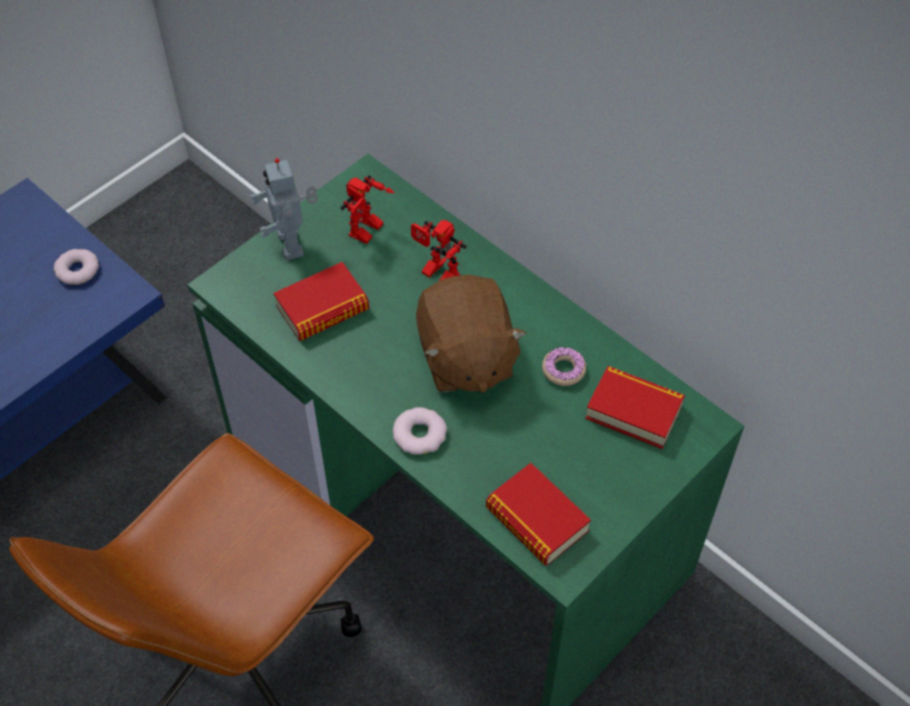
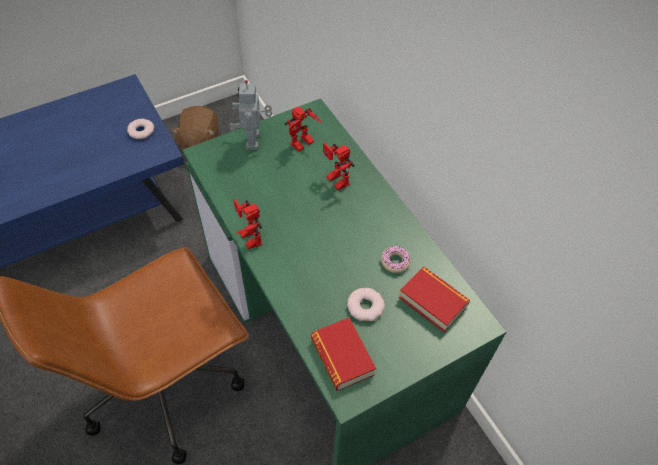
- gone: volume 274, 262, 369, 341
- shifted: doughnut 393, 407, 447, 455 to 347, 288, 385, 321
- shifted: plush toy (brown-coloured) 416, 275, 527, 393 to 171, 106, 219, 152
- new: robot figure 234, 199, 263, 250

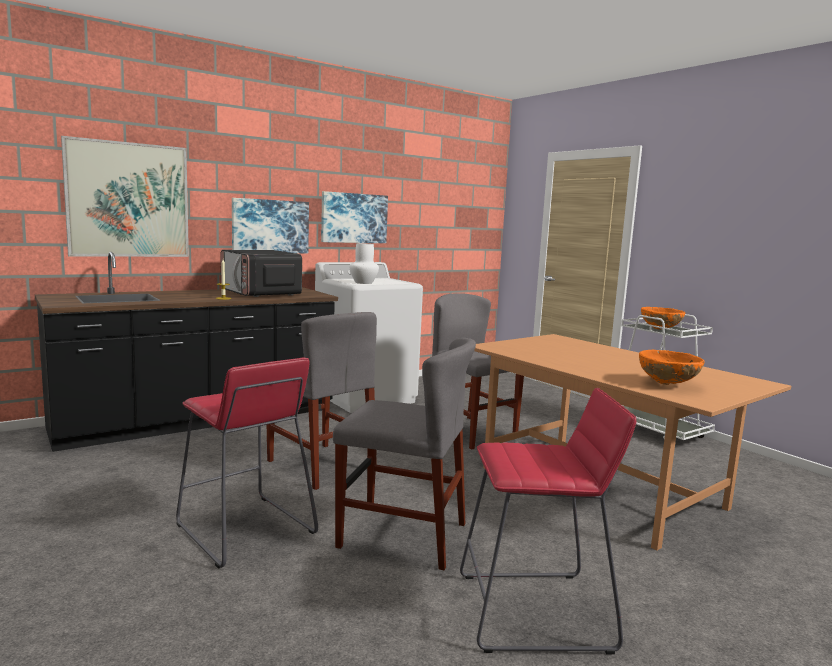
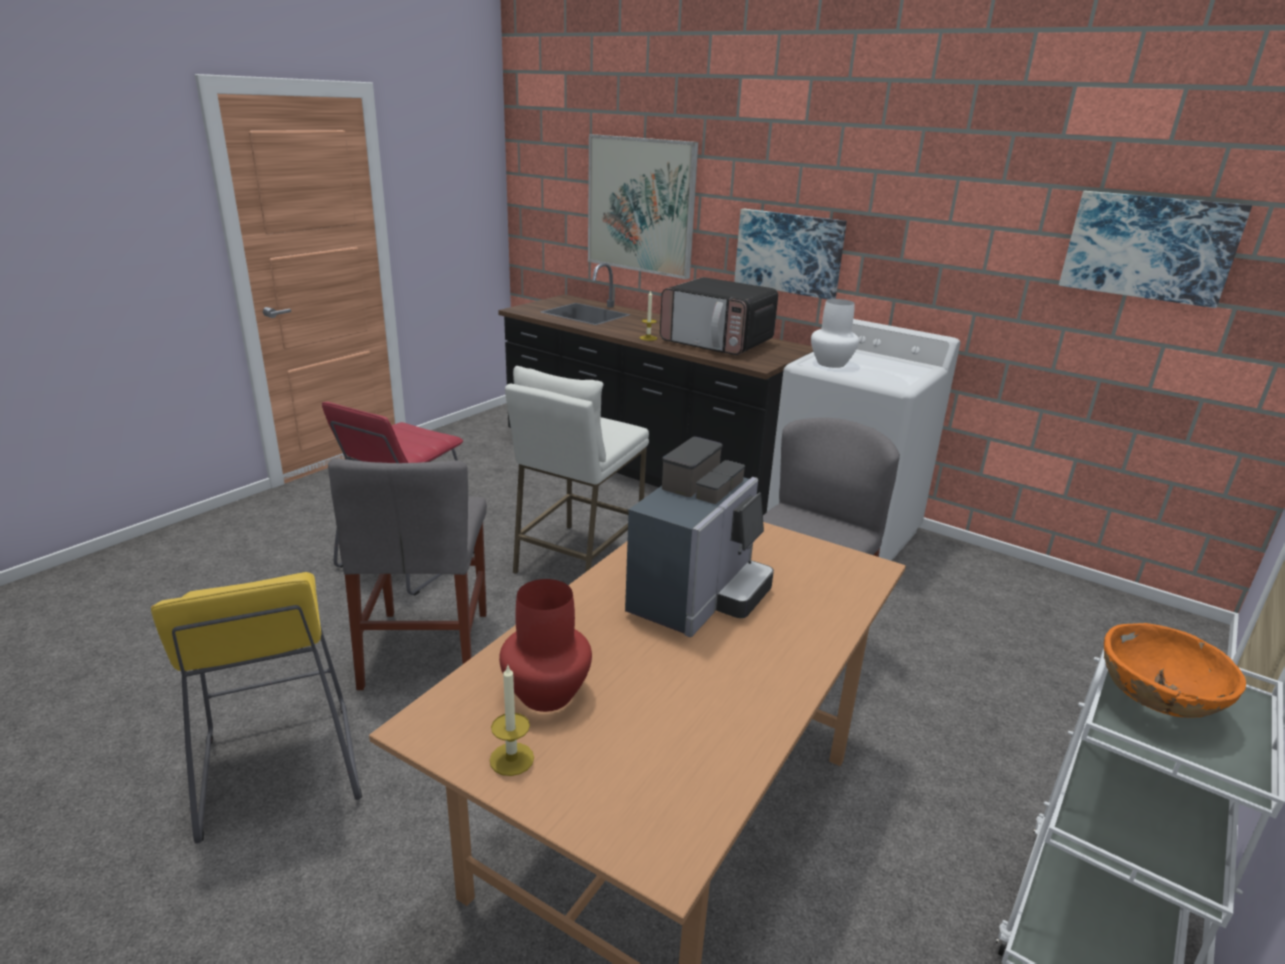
- rotated: microwave oven 220, 250, 302, 297 = 660, 277, 778, 355 90 degrees counterclockwise
- swapped: chair (grey) 267, 312, 377, 490 to stool seat (white-coloured) 505, 366, 649, 574
- shifted: picture 321, 191, 388, 243 to 1059, 191, 1252, 308
- repainted: stool seat (red-coloured) 460, 388, 636, 654 to stool seat (yellow) 151, 572, 362, 843
- swapped: deep dish (orange) 639, 350, 705, 385 to decorative vase (red-coloured) 499, 579, 592, 712
- new: wax candle 490, 666, 534, 776
- new: coffee brewer 625, 437, 774, 637

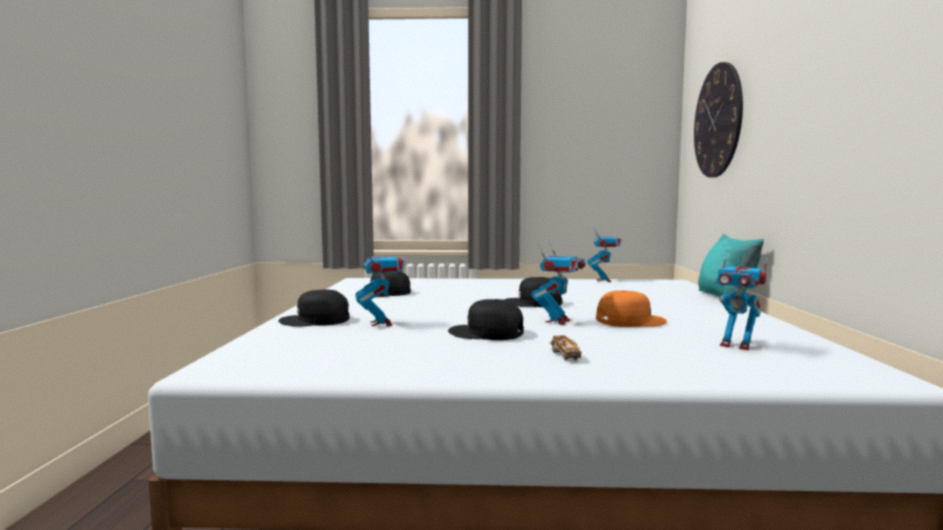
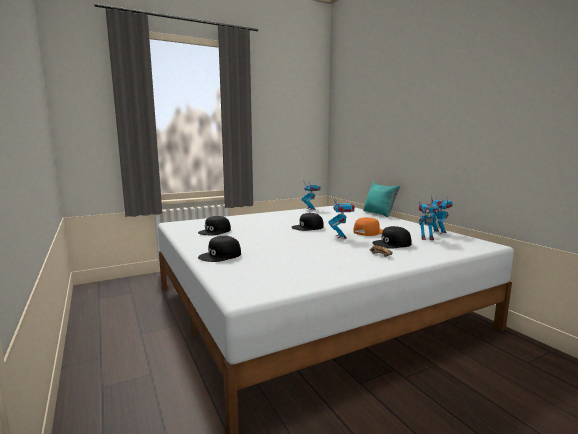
- shifted: robot figure 355, 243, 405, 326 to 431, 196, 453, 234
- shifted: baseball cap (black) 448, 299, 524, 340 to 372, 226, 411, 248
- gone: wall clock 694, 62, 743, 178

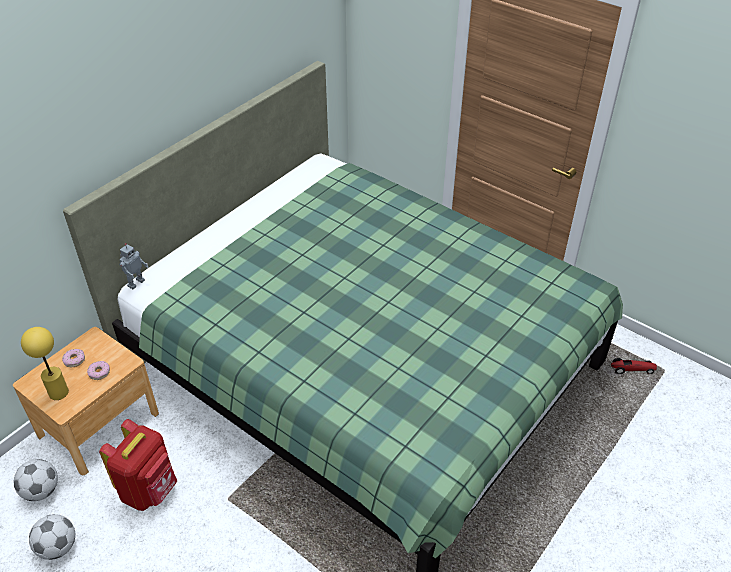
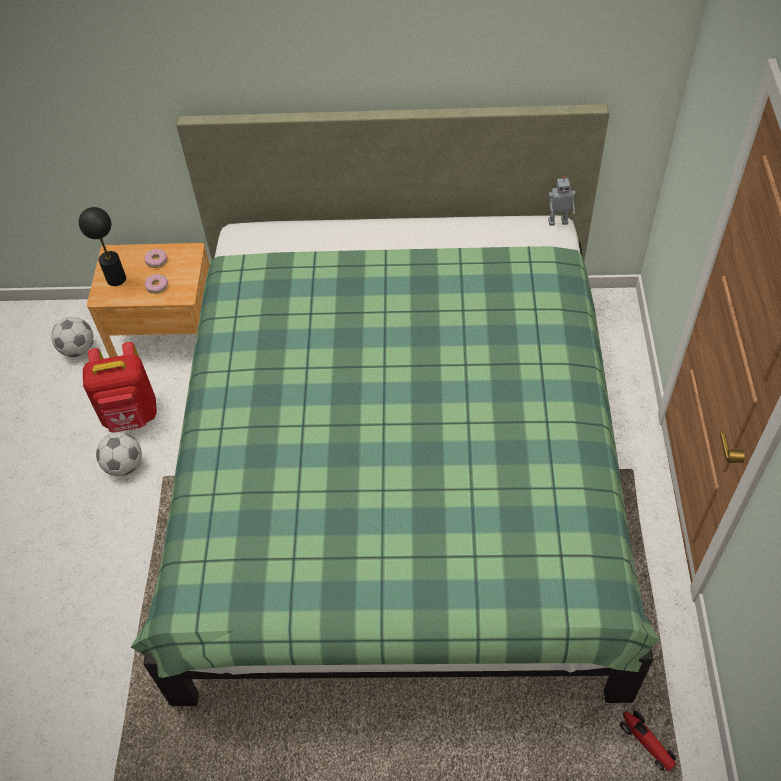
- repainted: table lamp (yellow) 21, 327, 69, 400 to table lamp (black) 79, 207, 126, 286
- shifted: football 29, 514, 75, 560 to 96, 432, 142, 476
- shifted: robot figure 119, 243, 148, 289 to 548, 176, 576, 226

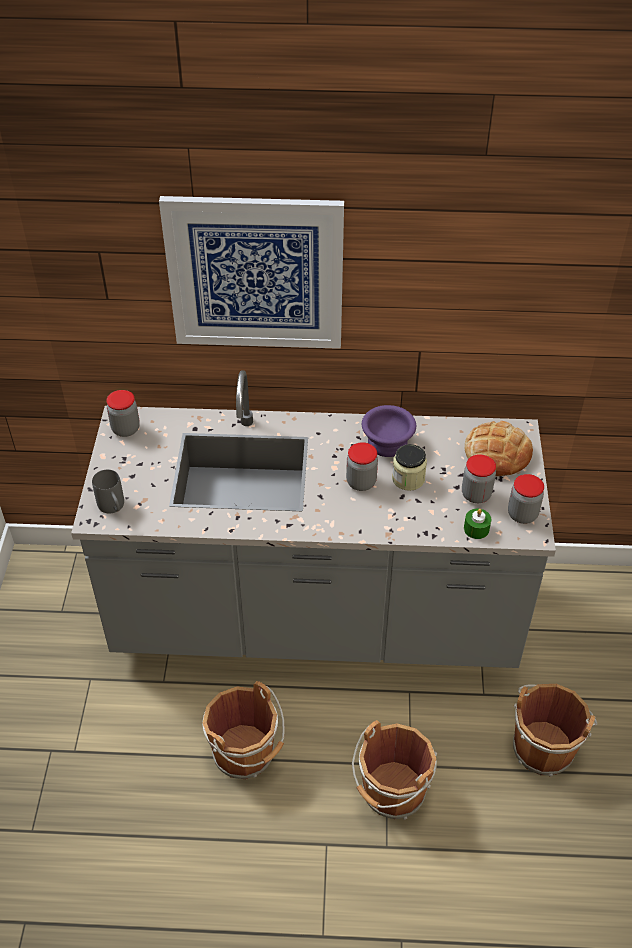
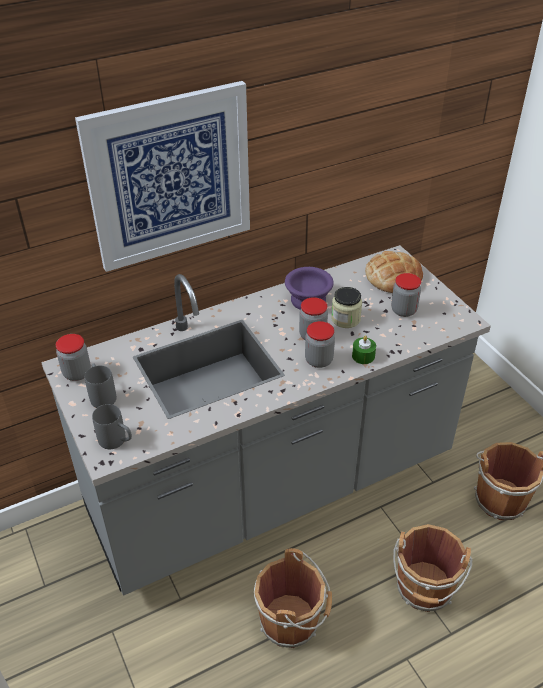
- shifted: wax candle (green-coloured) 464, 509, 491, 539 to 352, 335, 376, 364
- shifted: storage jar 508, 474, 544, 524 to 305, 321, 335, 368
- new: coffee mug (grey) 85, 363, 116, 408

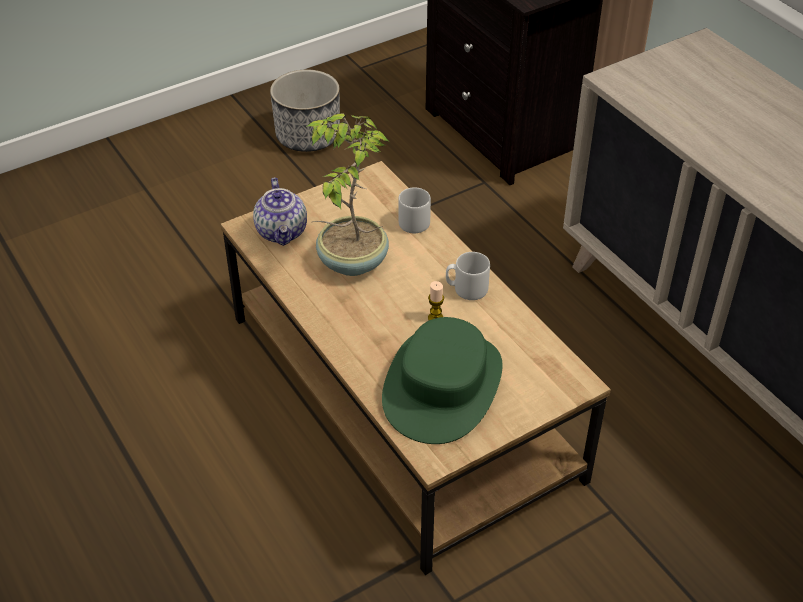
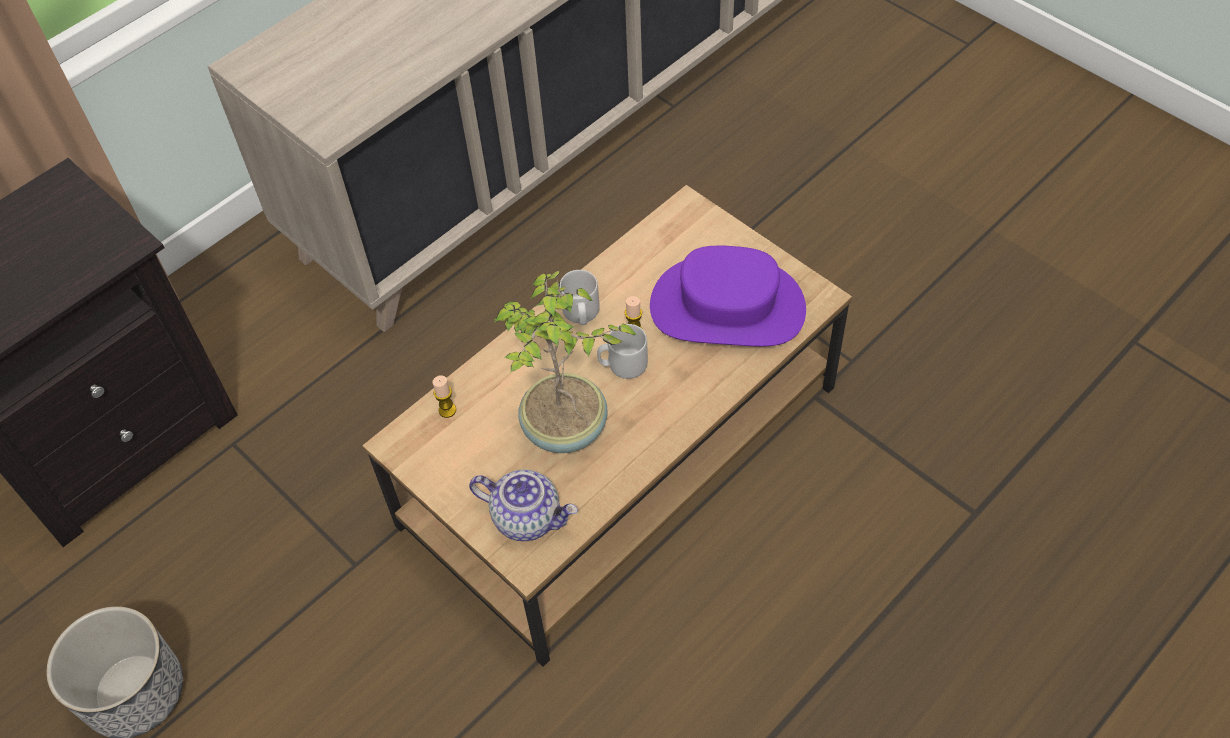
- rotated: tea pot 253, 177, 307, 246 = 469, 469, 578, 541 45 degrees clockwise
- repainted: clothing hat (green-coloured) 382, 317, 502, 444 to clothing hat (purple-coloured) 650, 245, 806, 346
- shifted: coffee mug (grey) 398, 188, 431, 233 to 597, 324, 648, 379
- new: wax candle 432, 375, 456, 418

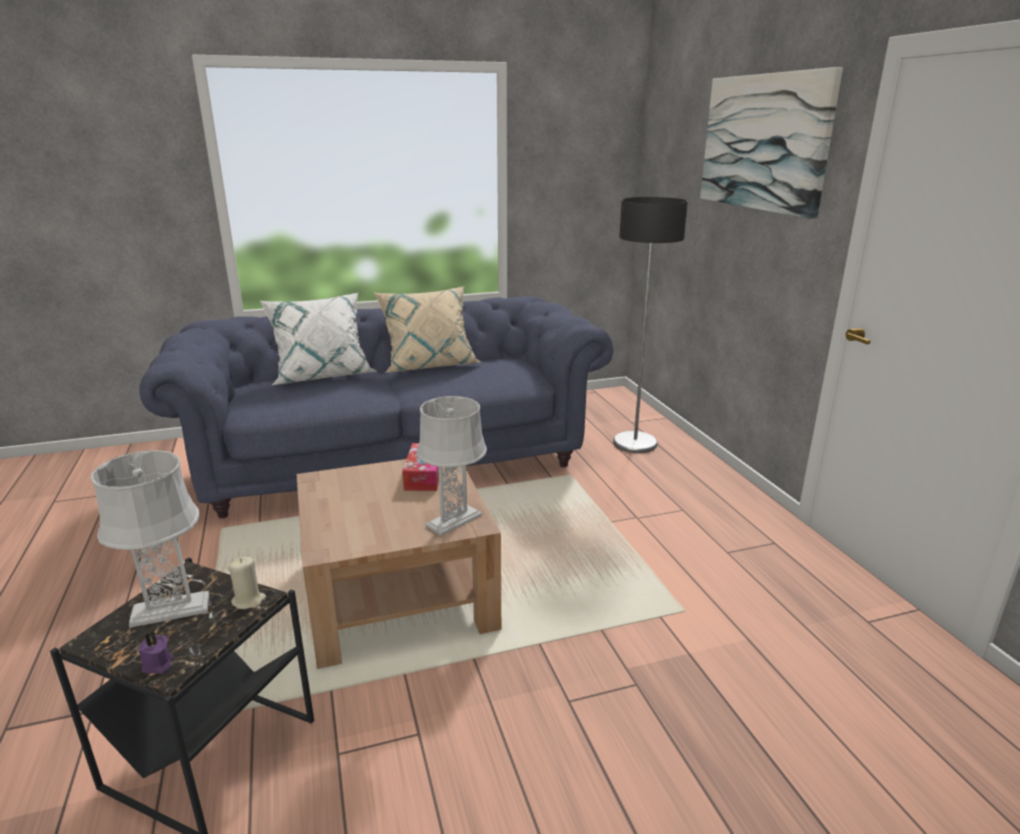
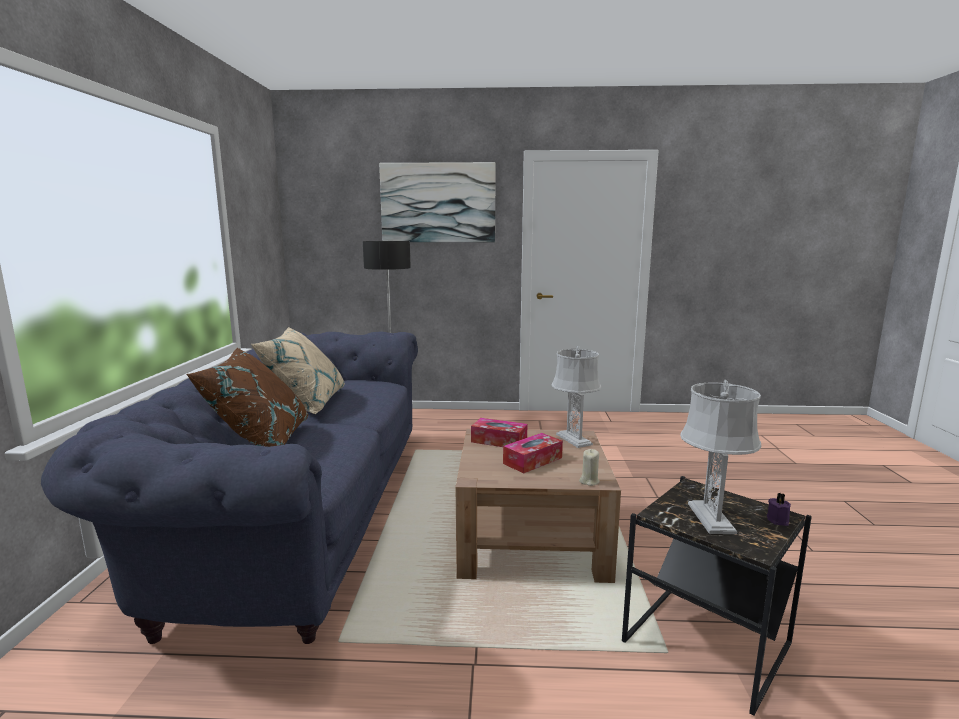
- shifted: wax candle (beige-coloured) 228, 557, 266, 609 to 579, 449, 600, 486
- repainted: pillow (white-coloured) 260, 293, 376, 385 to pillow (brown-coloured) 186, 348, 308, 447
- new: tissue box 503, 433, 563, 473

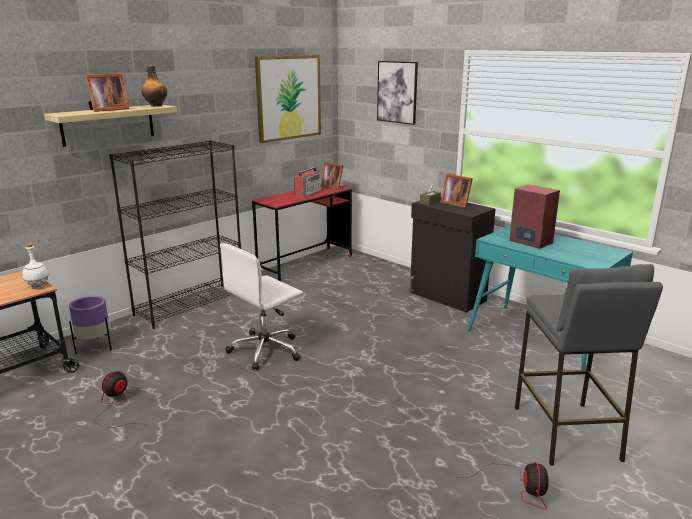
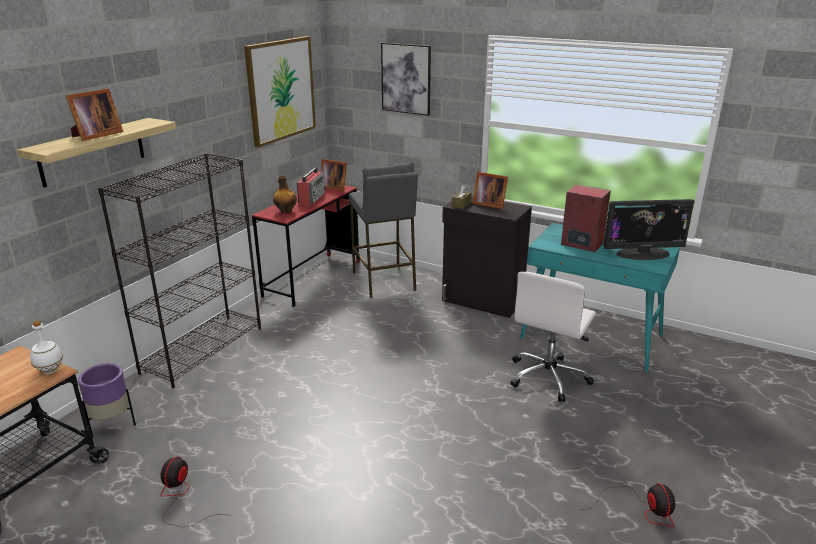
- shifted: beverage bottle 141, 65, 167, 107 to 273, 176, 297, 213
- shifted: computer chair (white-coloured) 220, 243, 303, 370 to 510, 272, 596, 402
- shifted: stool seat (grey) 515, 264, 663, 466 to 349, 162, 418, 298
- new: monitor 603, 199, 694, 260

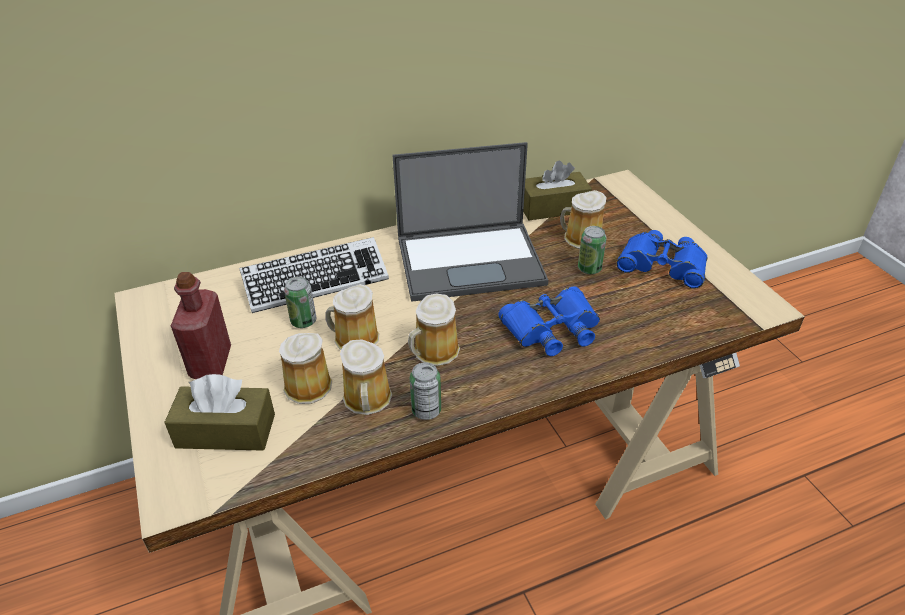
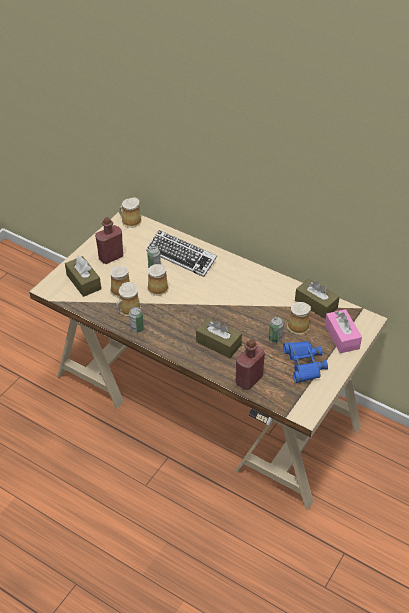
- gone: portable computer 392, 142, 548, 302
- shifted: coffee mug 408, 293, 460, 366 to 119, 197, 142, 228
- swapped: pair of binoculars (bluish) 498, 286, 600, 356 to tissue box (brown-coloured) 196, 318, 242, 359
- new: beverage bottle (red-coloured) 235, 339, 265, 390
- new: tissue box (pink-coloured) 325, 309, 362, 353

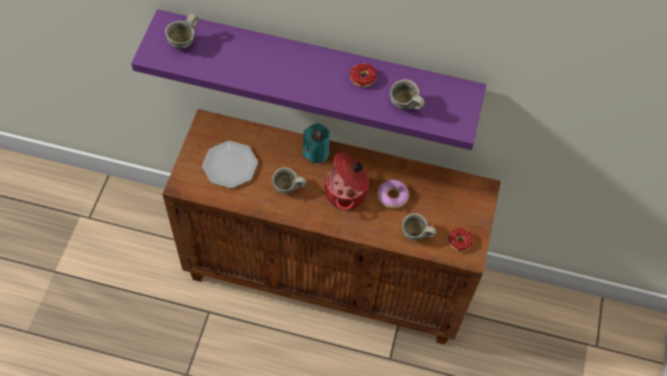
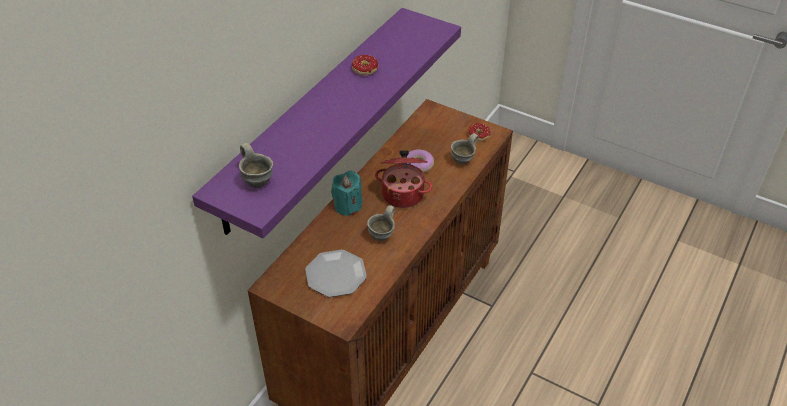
- gone: coffee mug (grey) 390, 79, 425, 110

